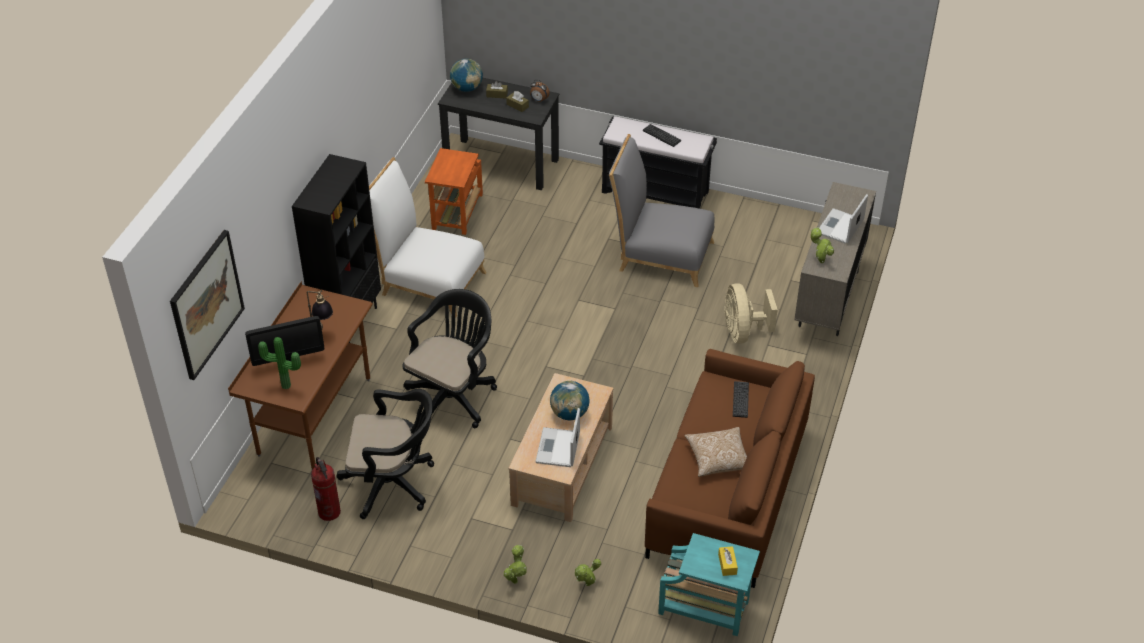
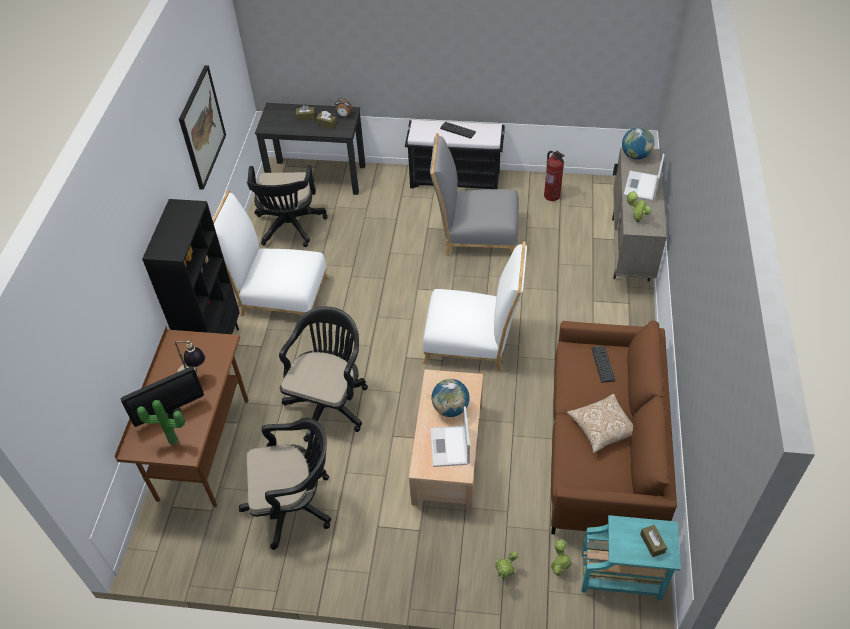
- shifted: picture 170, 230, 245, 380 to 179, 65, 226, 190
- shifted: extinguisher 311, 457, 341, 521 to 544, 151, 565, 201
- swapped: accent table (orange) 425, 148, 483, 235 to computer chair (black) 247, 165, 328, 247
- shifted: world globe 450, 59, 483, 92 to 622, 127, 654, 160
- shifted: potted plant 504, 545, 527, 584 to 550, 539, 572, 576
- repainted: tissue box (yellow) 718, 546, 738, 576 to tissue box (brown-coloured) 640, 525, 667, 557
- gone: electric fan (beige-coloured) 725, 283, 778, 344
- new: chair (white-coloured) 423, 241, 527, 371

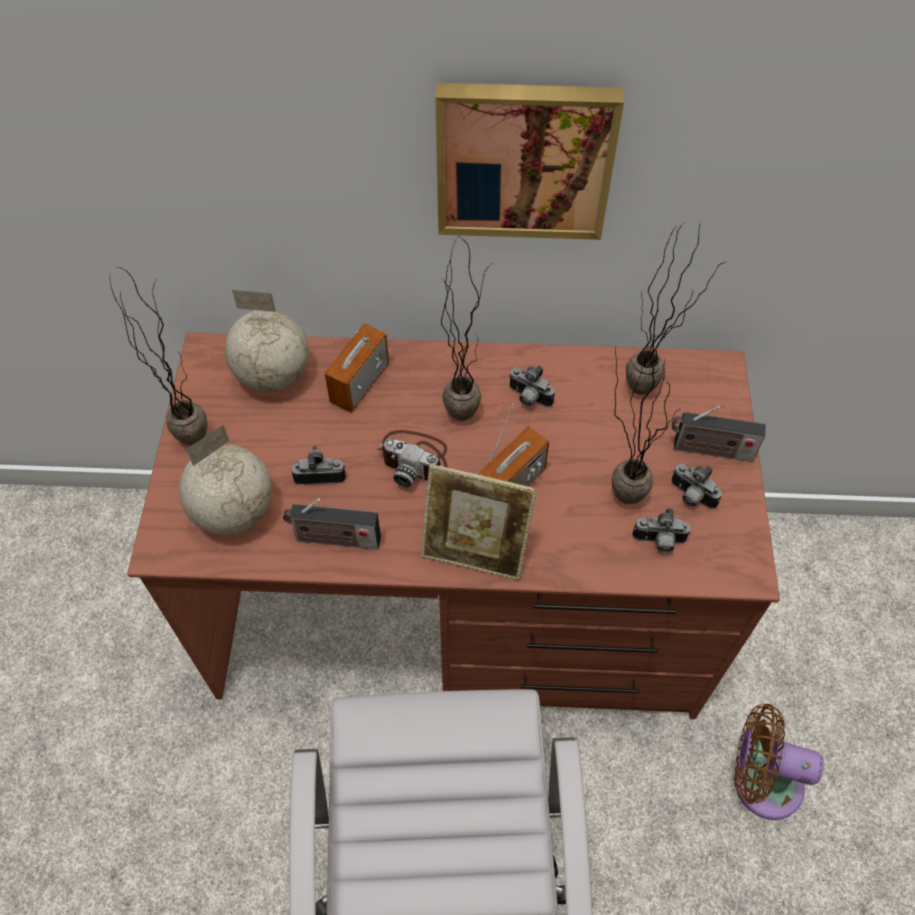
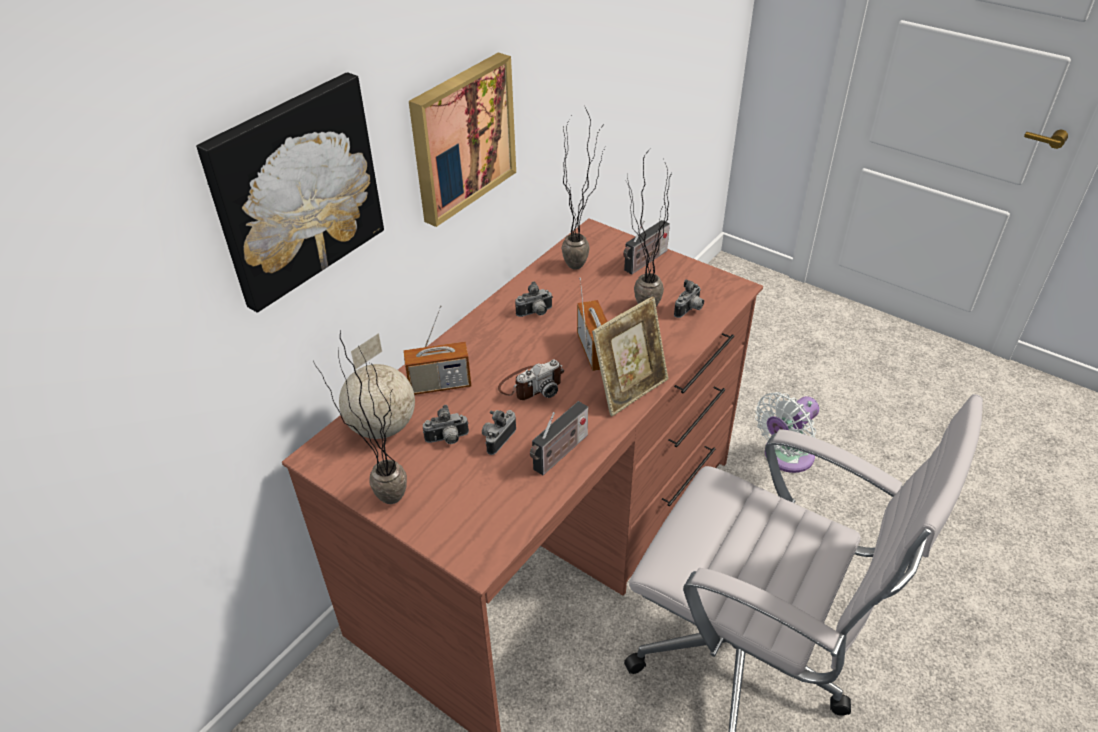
- gone: world globe 179, 424, 272, 535
- rotated: radio set 324, 324, 389, 413 = 403, 305, 471, 395 75 degrees counterclockwise
- gone: potted plant 441, 237, 491, 421
- shifted: still camera 671, 464, 722, 509 to 423, 405, 469, 444
- repainted: electric fan (brown-coloured) 734, 703, 824, 820 to electric fan (white-coloured) 755, 392, 819, 473
- new: picture 196, 72, 384, 312

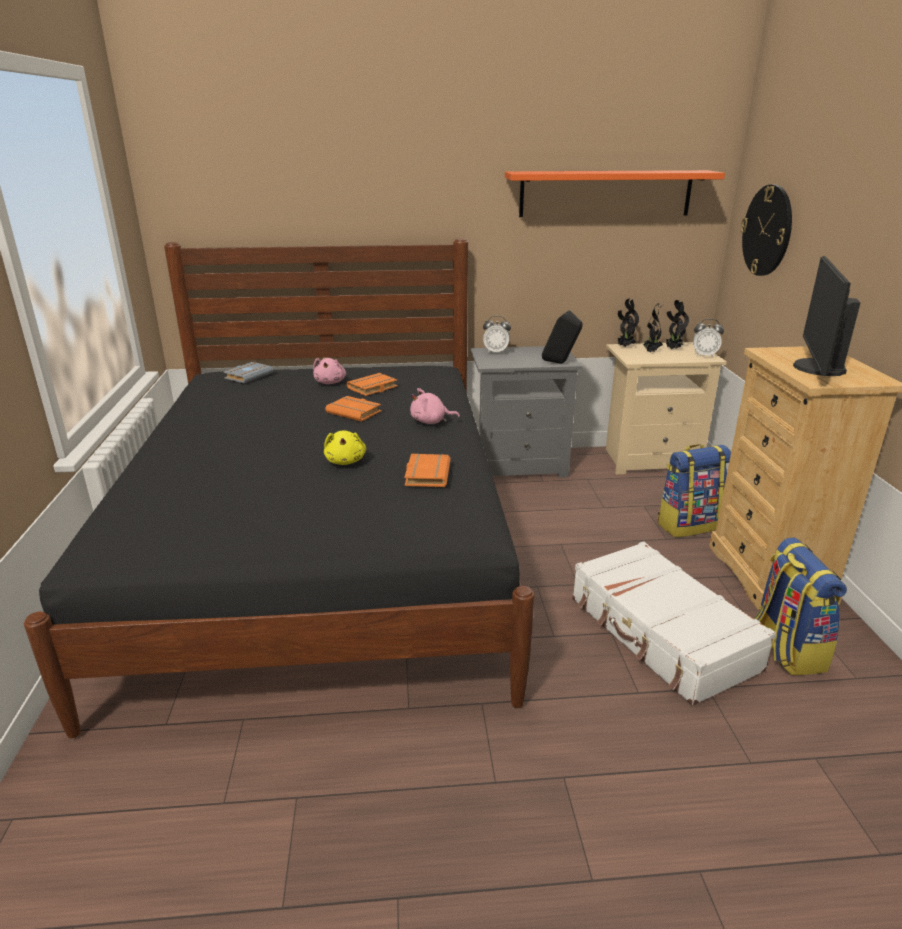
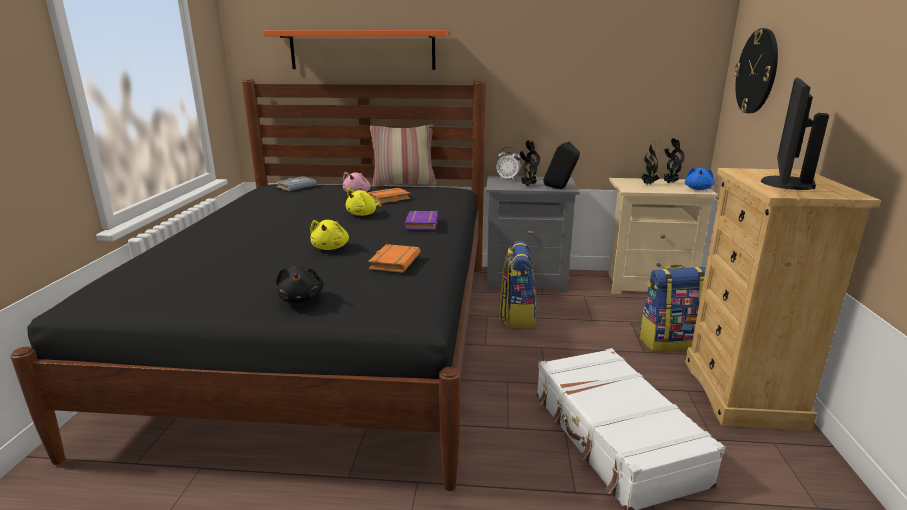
- swapped: volume (orange) 325, 396, 381, 422 to plush toy (yellow) 346, 188, 381, 216
- swapped: plush toy (pink-coloured) 410, 388, 460, 424 to volume (purple-coloured) 404, 211, 438, 230
- shifted: wall shelf (orange) 505, 170, 725, 217 to 263, 30, 449, 70
- shifted: potted plant 618, 298, 639, 347 to 520, 140, 540, 186
- swapped: table clock 693, 319, 724, 358 to plush toy (bluish) 685, 167, 714, 190
- shifted: backpack 753, 538, 847, 675 to 499, 241, 538, 328
- new: plush toy (black) 276, 265, 324, 303
- new: pillow 370, 124, 436, 187

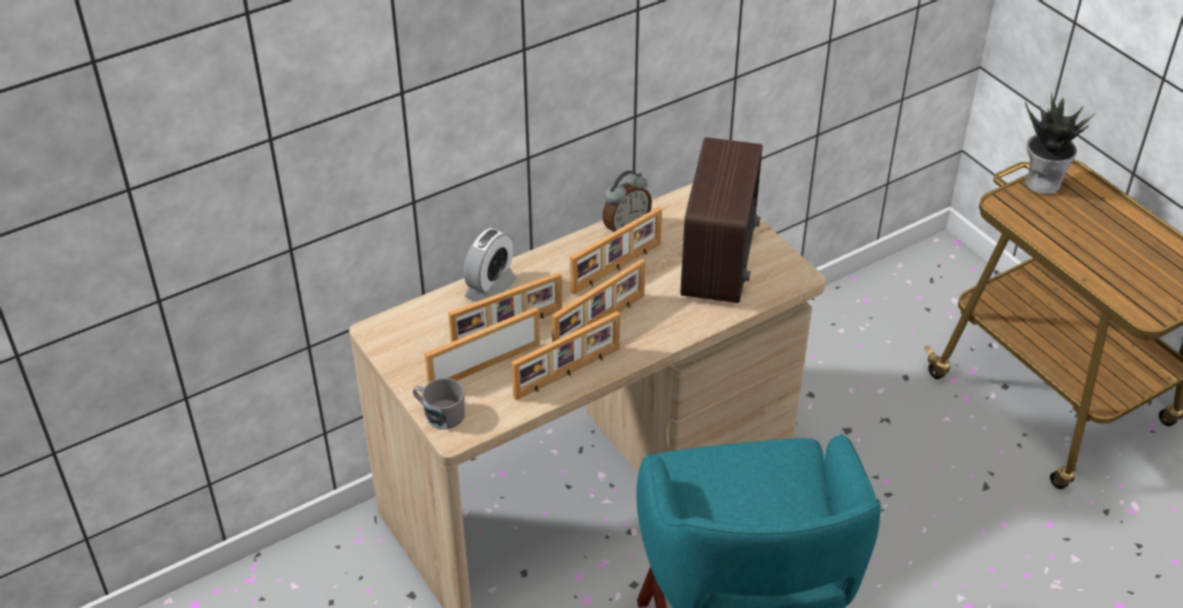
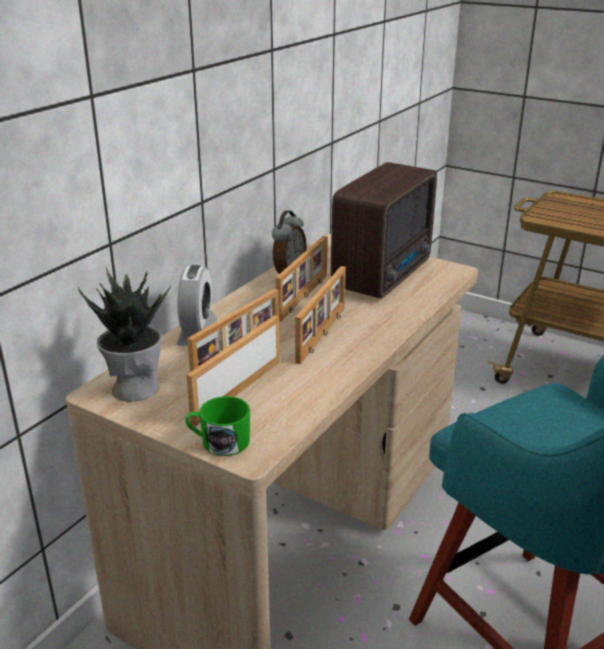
- repainted: coffee mug (grey) 413, 378, 465, 429 to coffee mug (green-coloured) 185, 396, 250, 456
- gone: picture frame 511, 311, 620, 400
- rotated: radio set 680, 137, 763, 303 = 331, 162, 437, 299 45 degrees clockwise
- shifted: potted plant 1024, 93, 1095, 194 to 78, 267, 171, 402

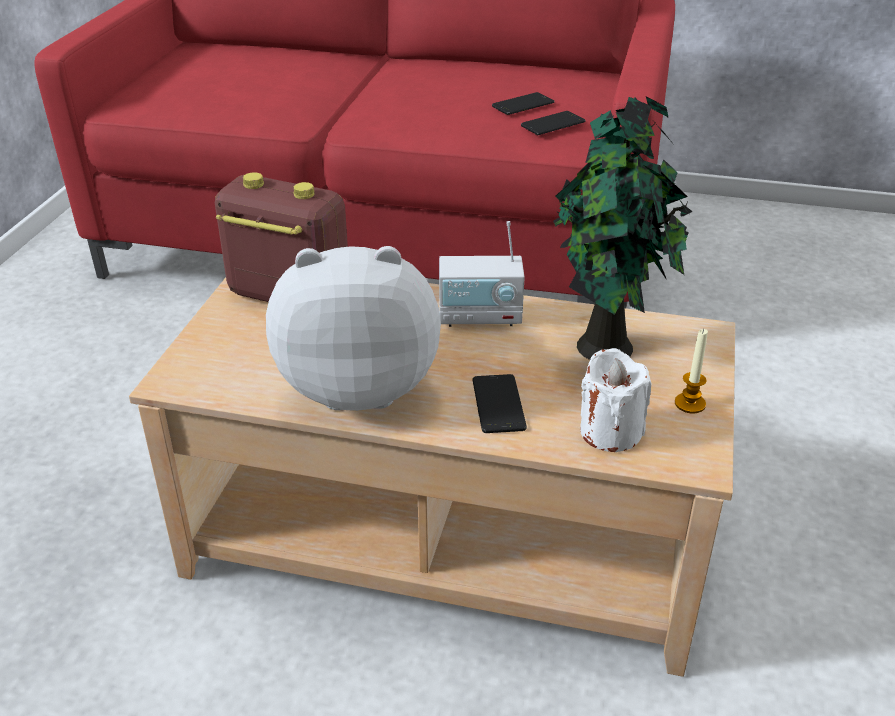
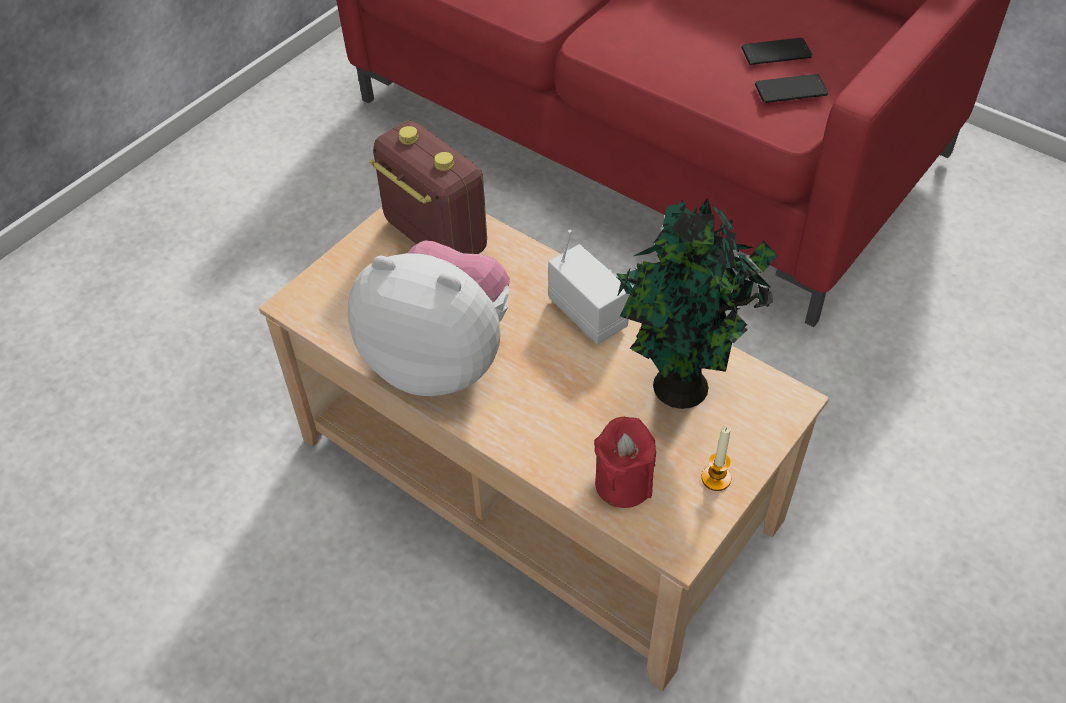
- rotated: radio set 439, 221, 525, 327 = 548, 230, 630, 344 150 degrees counterclockwise
- gone: telephone 473, 374, 527, 433
- repainted: wax candle (white-coloured) 580, 348, 651, 452 to wax candle (red-coloured) 594, 417, 656, 508

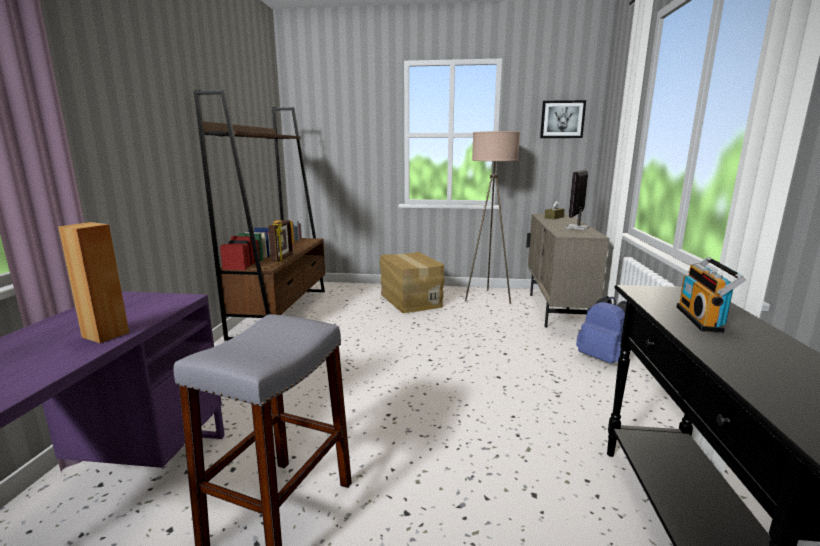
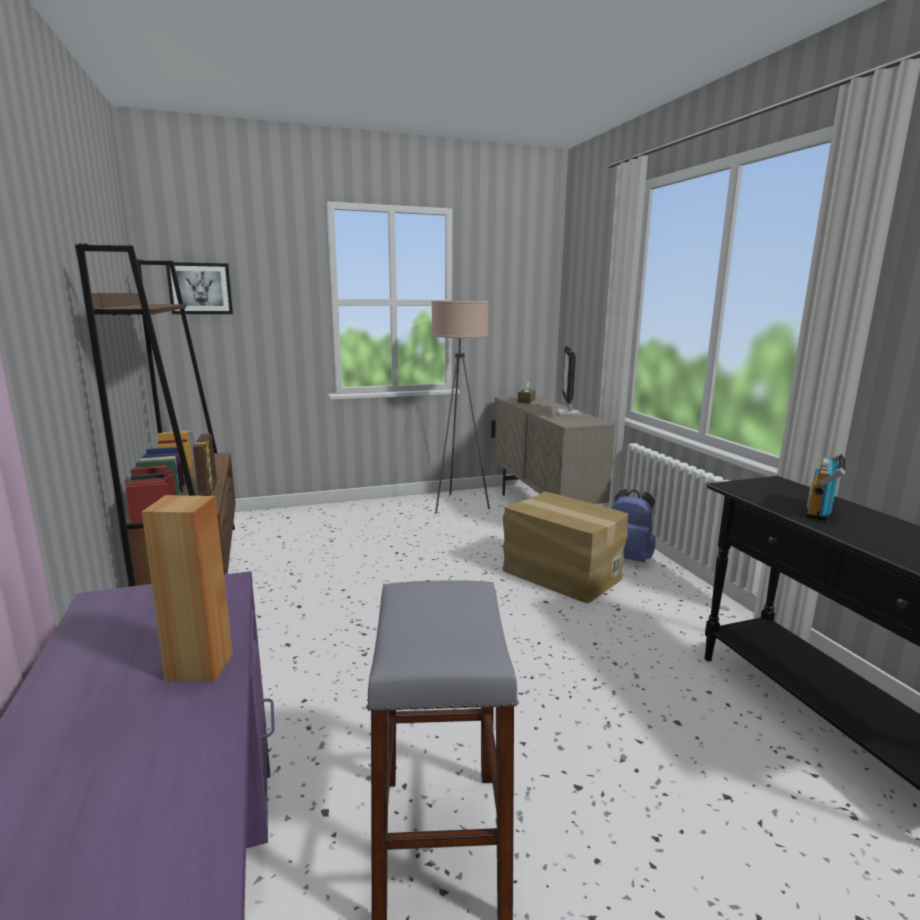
- shifted: carton 380, 252, 445, 313 to 503, 491, 628, 604
- shifted: picture 540, 100, 586, 138 to 166, 262, 233, 314
- rotated: radio set 676, 257, 746, 333 = 805, 454, 846, 521 45 degrees clockwise

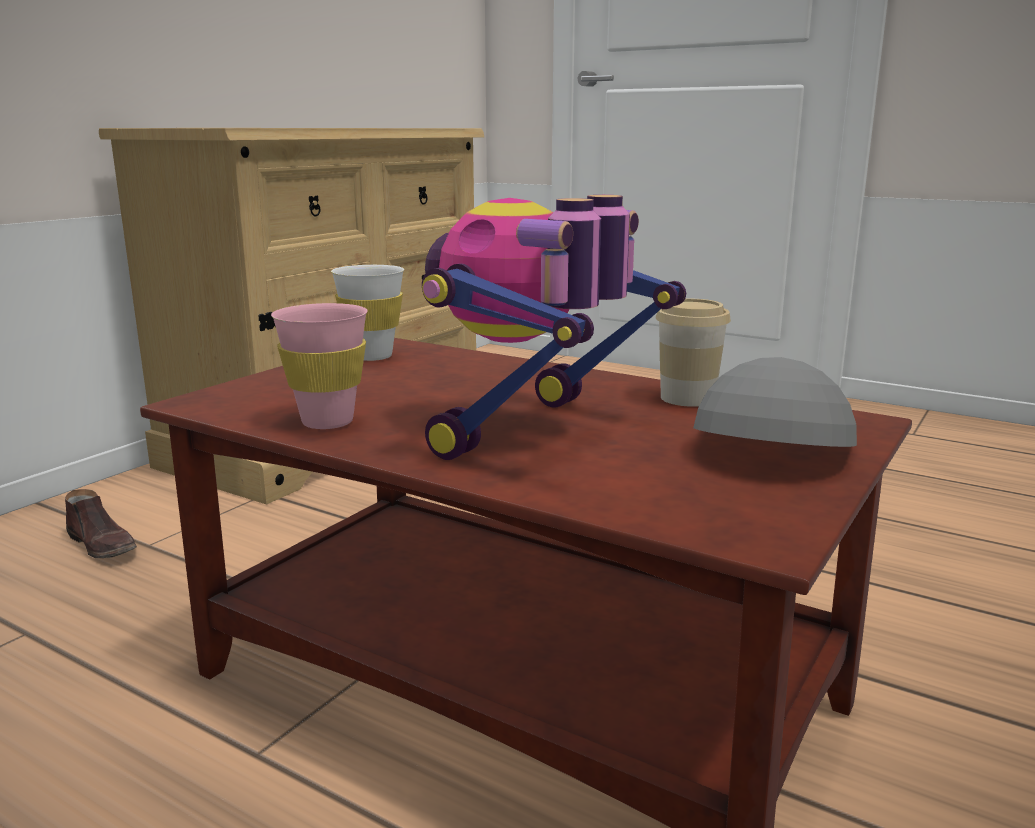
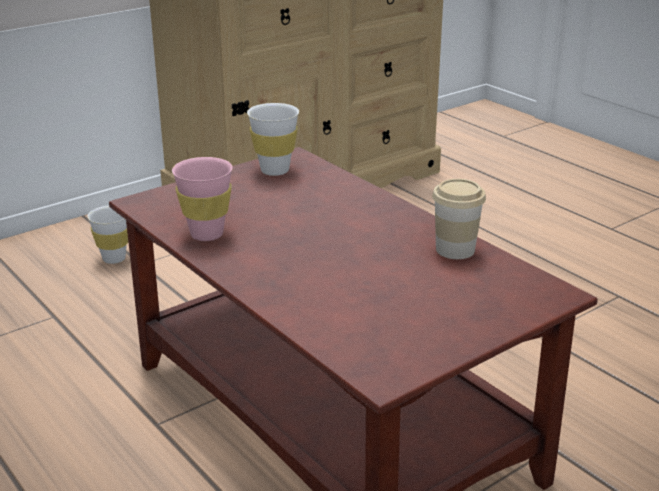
- swapped: shoe (brown-coloured) 65, 489, 137, 558 to small cup (white-coloured) 87, 206, 128, 264
- gone: robot figure 422, 195, 686, 460
- gone: baseball cap (grey) 693, 357, 857, 447

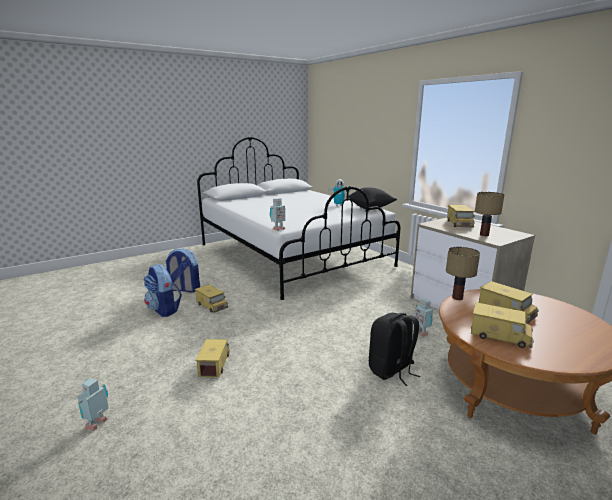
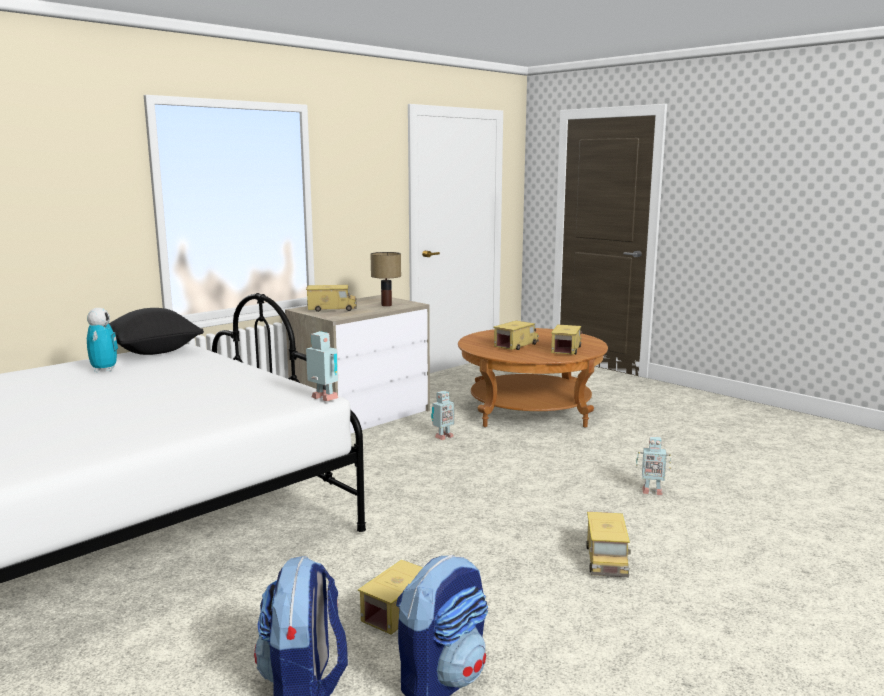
- shifted: robot figure 77, 378, 109, 431 to 636, 436, 671, 495
- rotated: toy lorry 195, 339, 230, 377 = 586, 512, 631, 577 75 degrees counterclockwise
- gone: backpack (black) 369, 313, 420, 386
- gone: table lamp 446, 247, 480, 300

